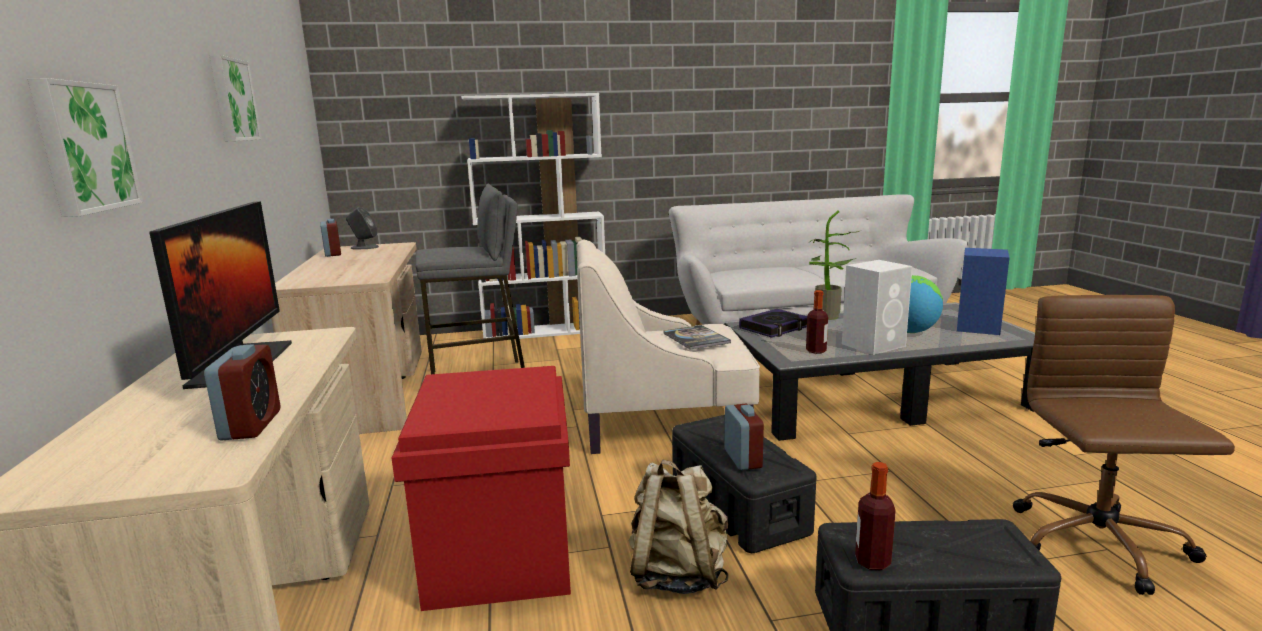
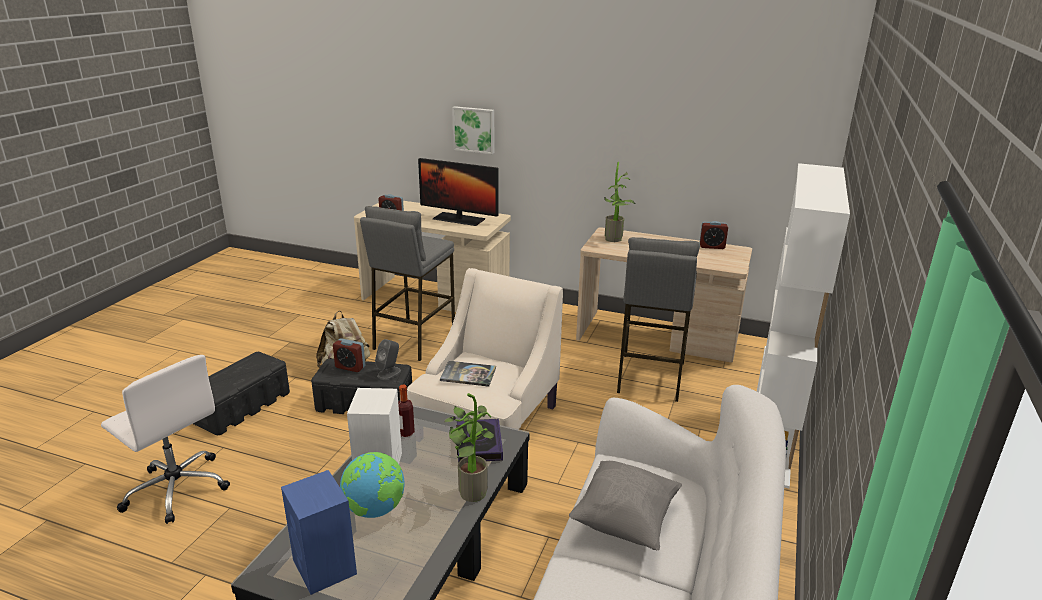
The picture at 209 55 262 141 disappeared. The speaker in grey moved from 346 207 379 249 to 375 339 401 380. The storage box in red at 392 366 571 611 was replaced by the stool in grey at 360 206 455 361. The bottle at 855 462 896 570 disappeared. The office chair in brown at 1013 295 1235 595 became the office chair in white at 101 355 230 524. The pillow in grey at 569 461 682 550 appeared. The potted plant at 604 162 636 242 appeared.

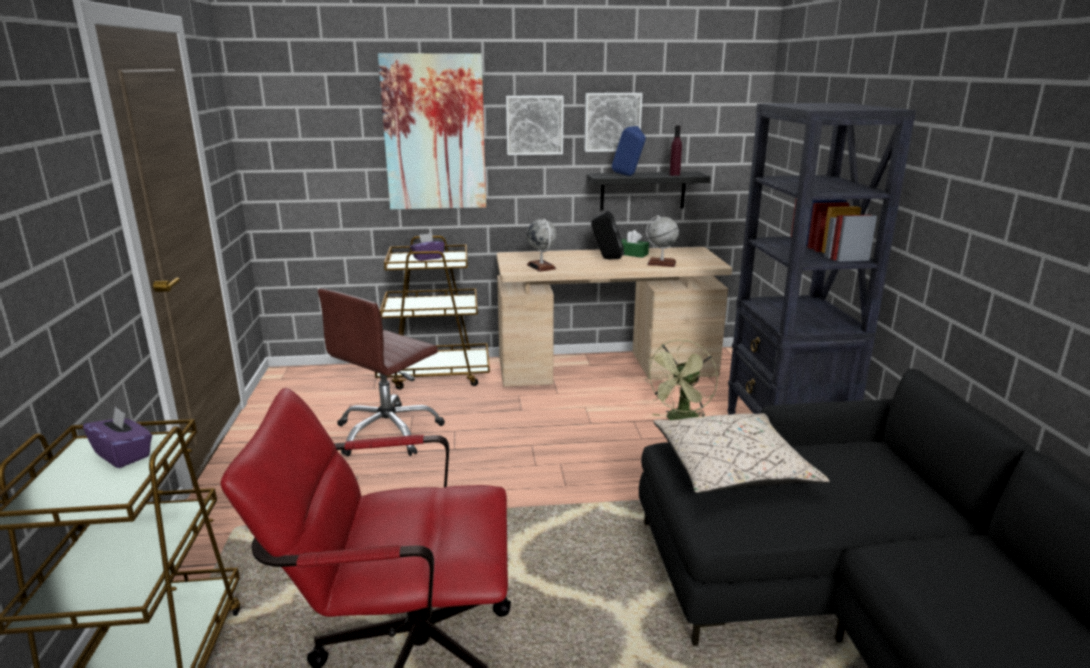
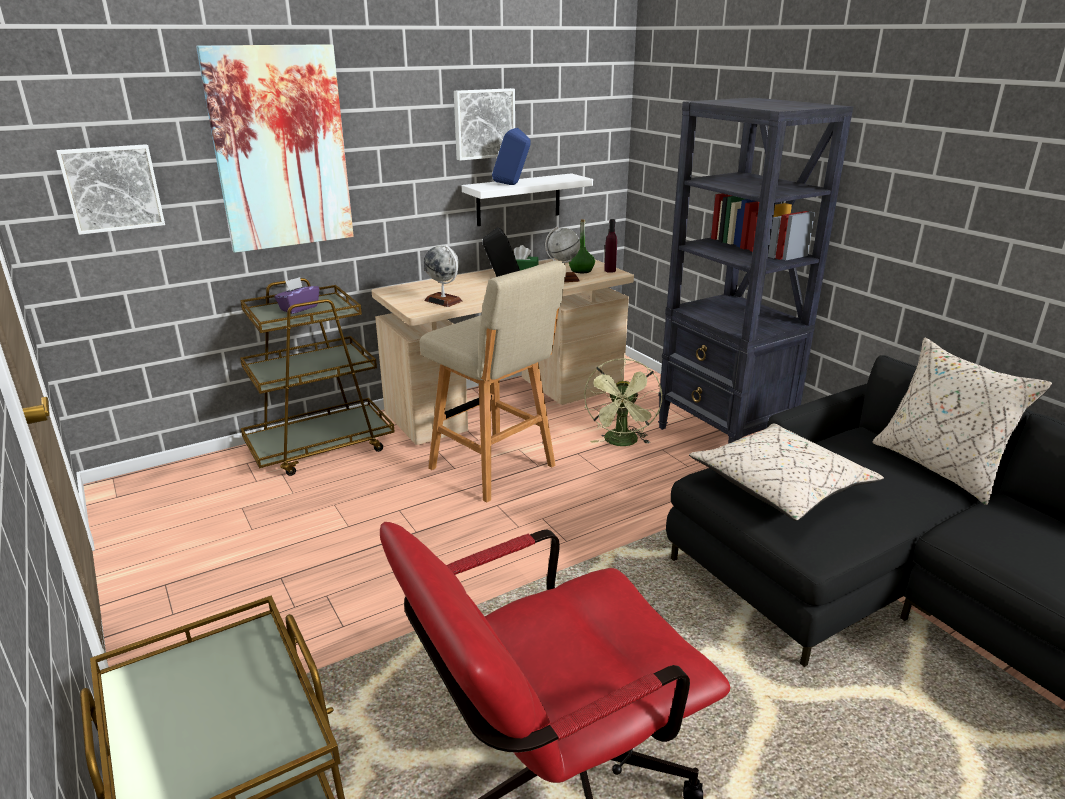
The tissue box in purple at 83 406 152 468 disappeared. The office chair in brown at 318 288 445 456 disappeared. The picture moved from 506 95 564 155 to 56 144 165 235. The shelf in black at 587 171 711 210 became the shelf in white at 462 173 593 226. The bottle in purple moved from 669 125 682 176 to 604 219 617 273. The stool in beige at 420 260 566 503 appeared. The bottle in green at 569 219 595 273 appeared. The pillow in beige at 873 338 1052 505 appeared.

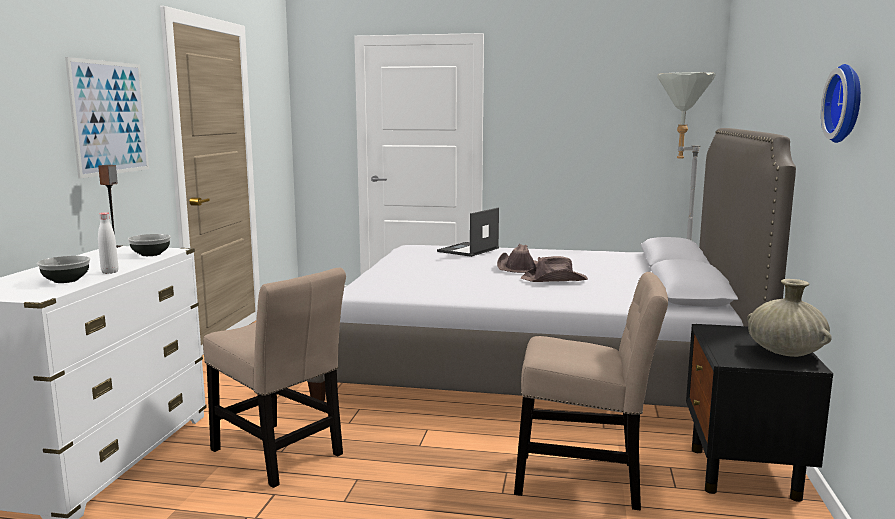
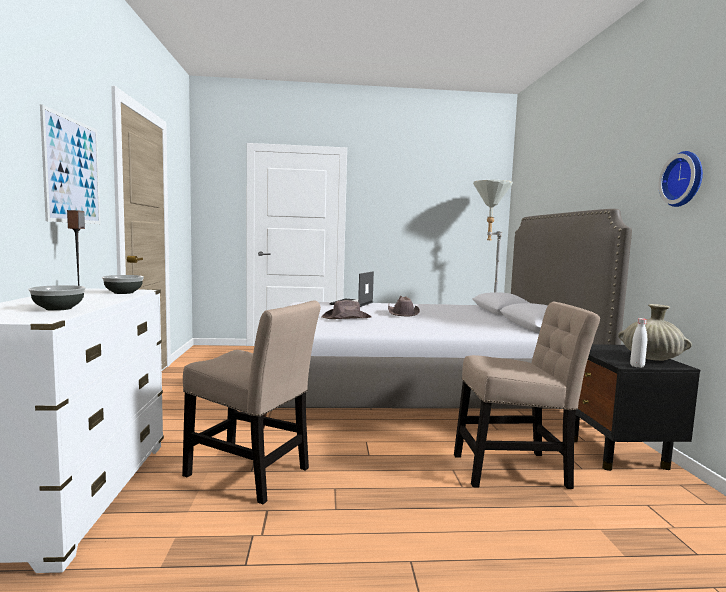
The bottle in white moved from 98 213 118 274 to 630 318 647 368. The hat in brown moved from 521 256 588 282 to 321 300 371 319.

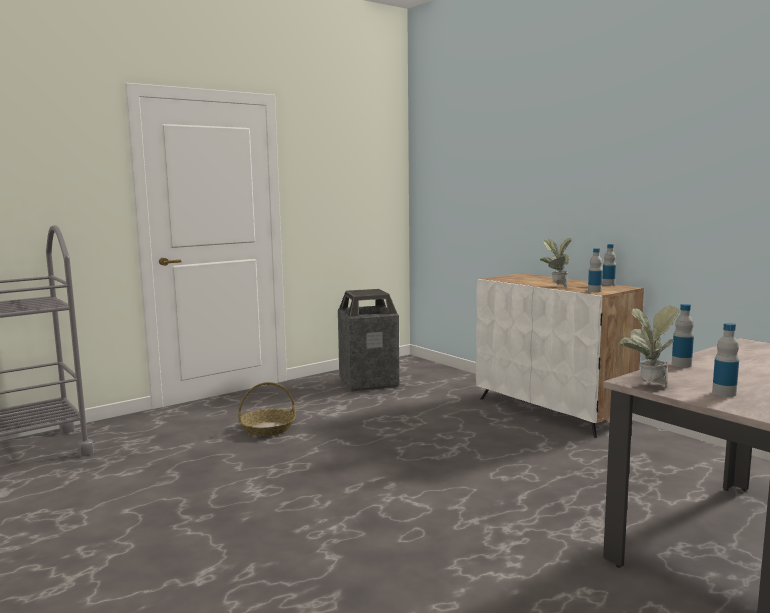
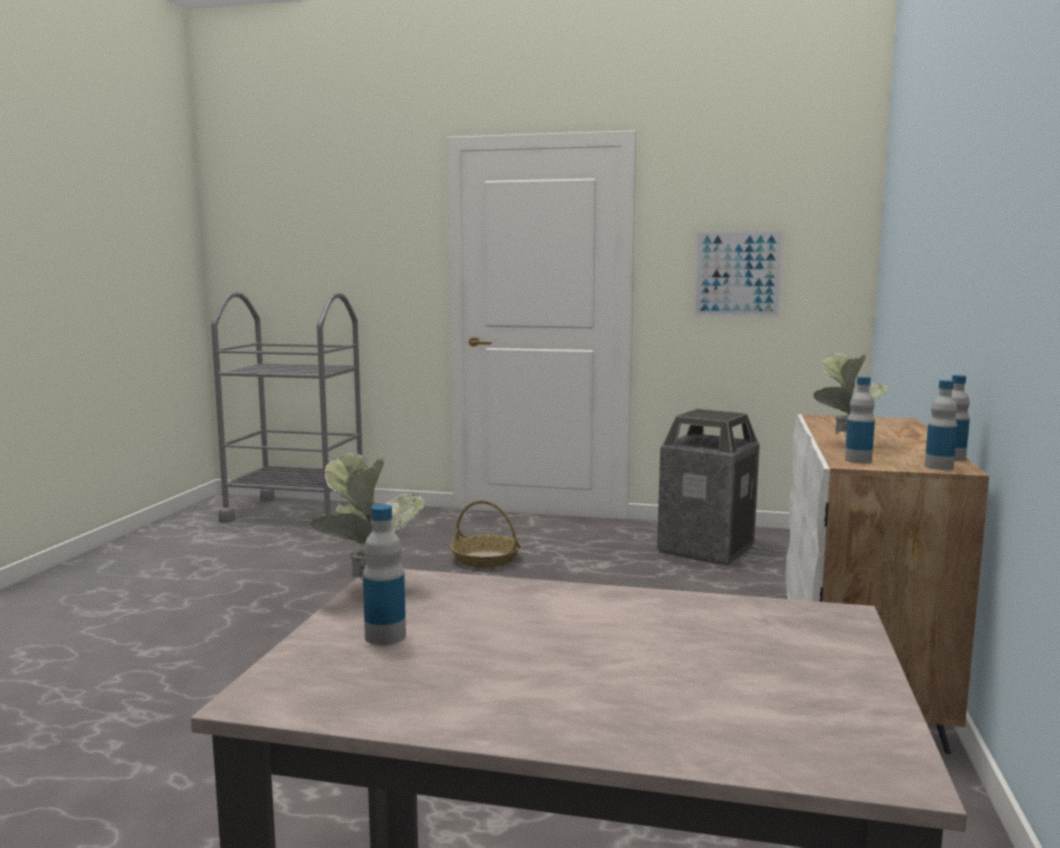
The bottle moved from 672 304 694 368 to 925 380 957 470. The picture at 693 230 785 318 appeared.

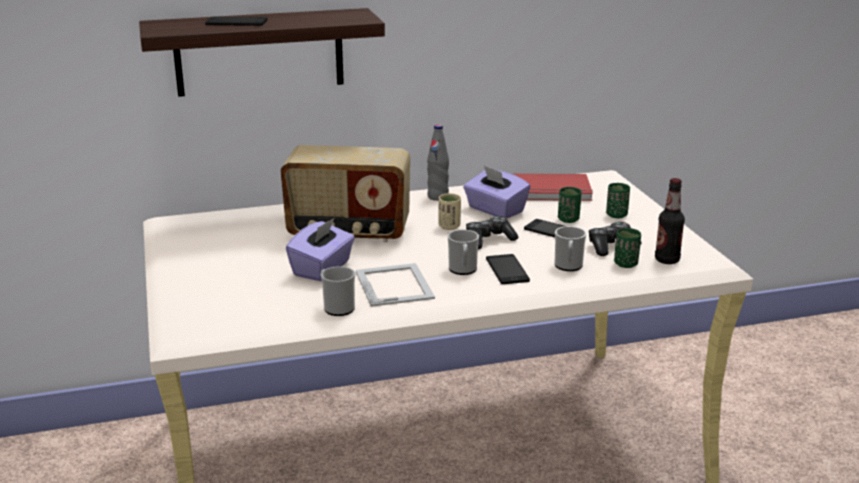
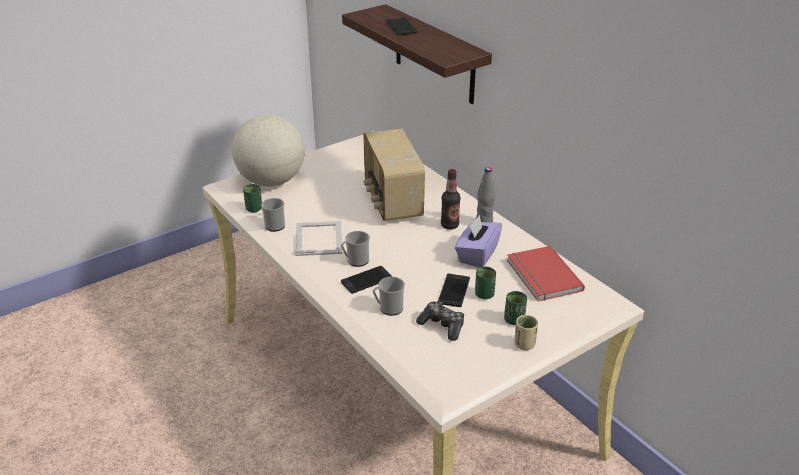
The tissue box in purple at 286 217 355 282 disappeared. The picture frame at 356 263 435 307 turned 60 degrees counterclockwise. The cup in beige moved from 438 193 461 230 to 514 315 538 350. The game controller at 466 216 518 249 disappeared. The cup in green moved from 614 228 641 268 to 243 184 262 212. The bottle moved from 655 178 685 264 to 441 169 460 230. The globe at 232 114 305 187 appeared.

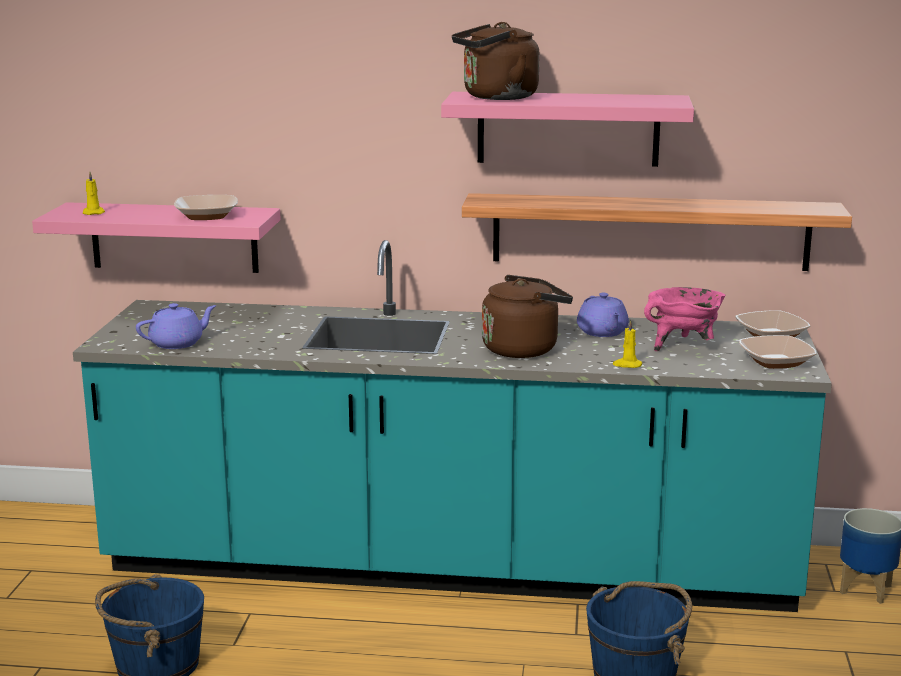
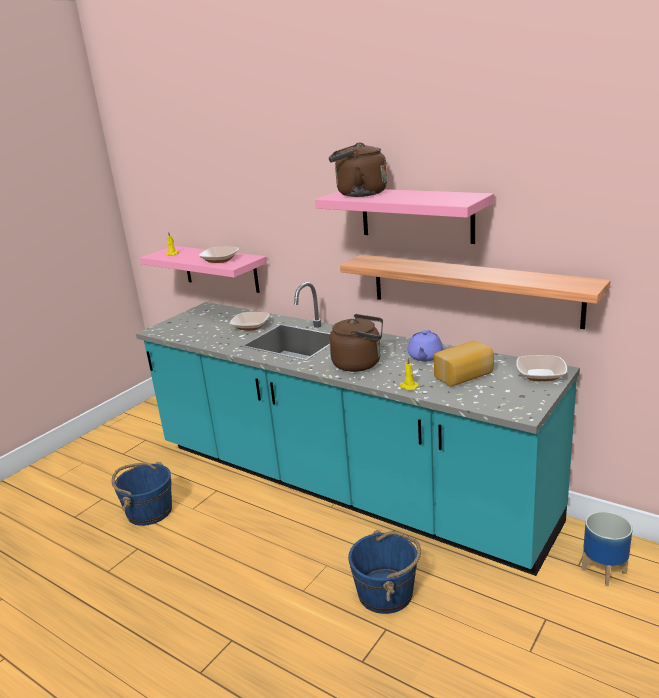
The teapot in purple at 136 303 217 349 disappeared. The cooking pot in pink at 644 287 726 351 was replaced by the bread at 434 341 494 387. The bowl moved from 739 335 817 369 to 230 312 270 331.

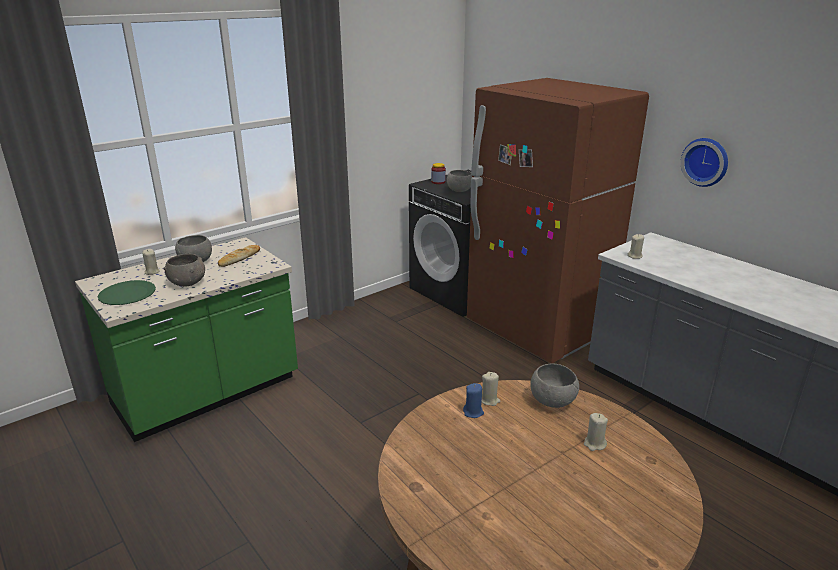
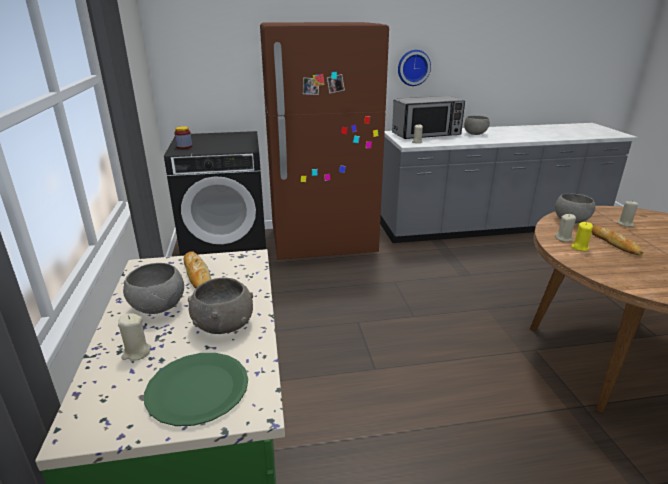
The bowl in grey moved from 447 170 472 192 to 464 116 490 135. The candle in blue at 463 383 484 418 became the candle in yellow at 571 222 593 251. The microwave at 392 96 465 139 appeared. The bread at 592 226 643 255 appeared.

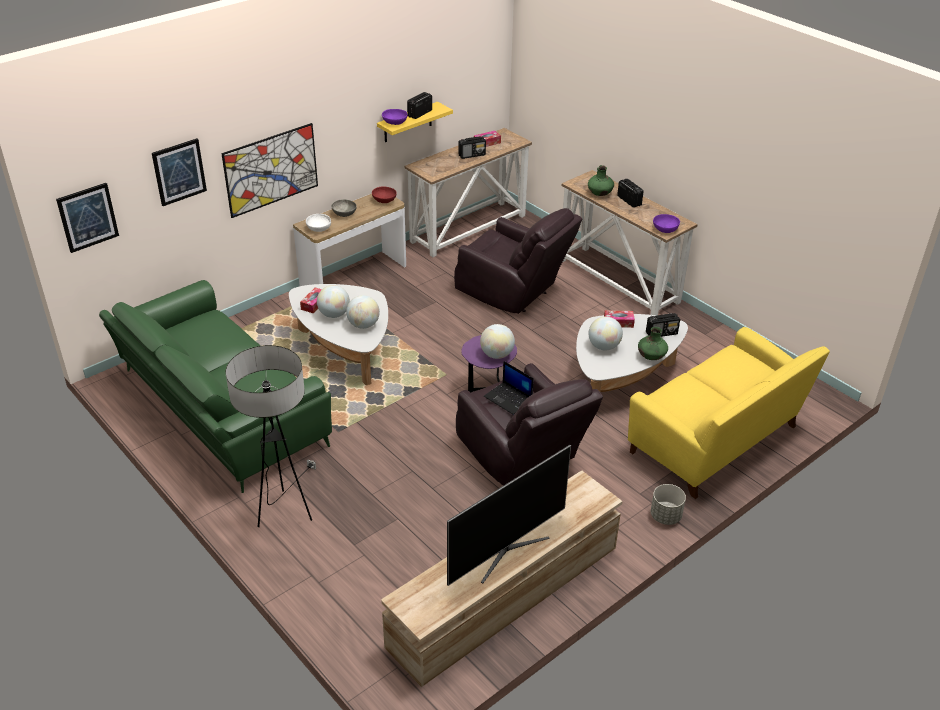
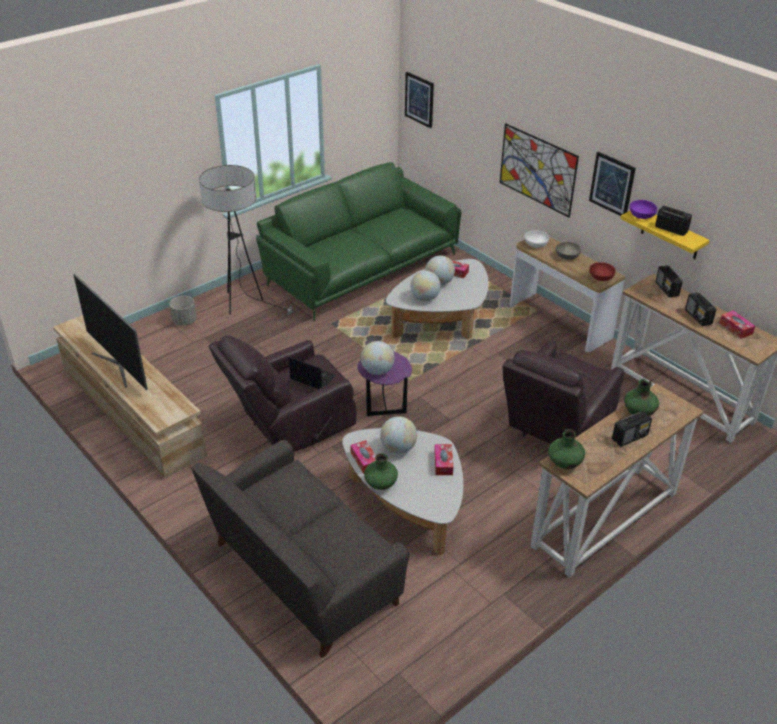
The picture moved from 152 138 207 206 to 589 152 636 216. The laptop at 484 361 534 414 turned 75 degrees clockwise. The sofa in yellow at 628 327 830 499 became the sofa in grey at 191 440 409 658. The radio moved from 646 313 680 337 to 656 265 683 297. The planter in grey moved from 651 484 686 525 to 170 296 197 325. The bowl in purple at 653 214 680 233 was replaced by the vase in green at 548 429 585 469. The tissue box at 351 440 376 474 appeared.

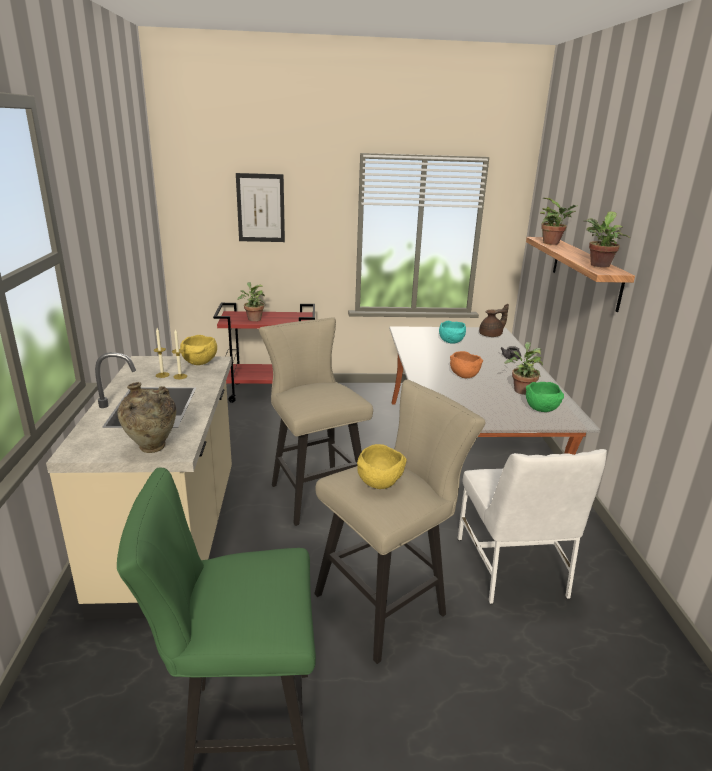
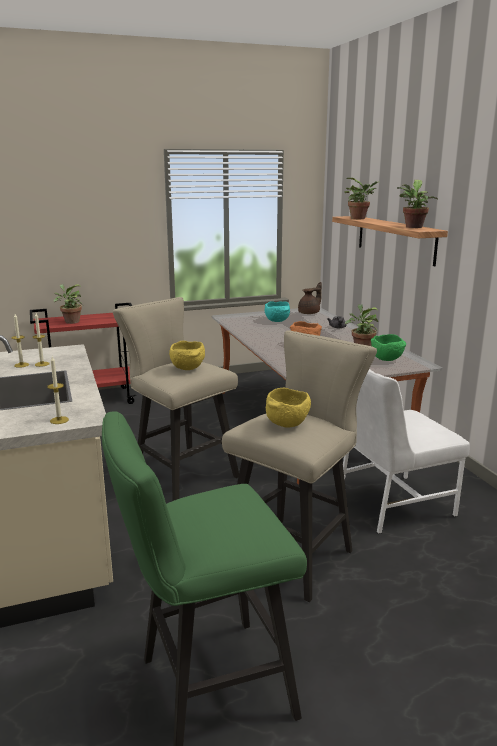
The vase in beige at 118 382 176 453 was replaced by the candle at 47 357 69 424. The bowl in yellow moved from 180 335 217 365 to 169 341 205 370. The picture at 236 173 285 242 disappeared. The chair in white at 457 449 607 604 turned 90 degrees clockwise.

